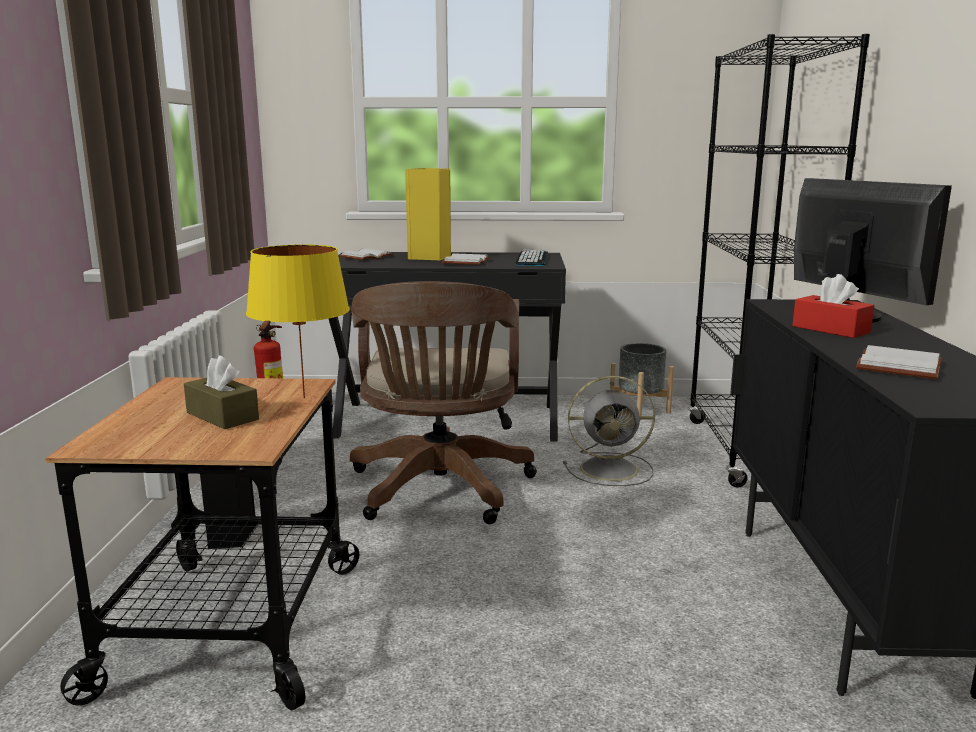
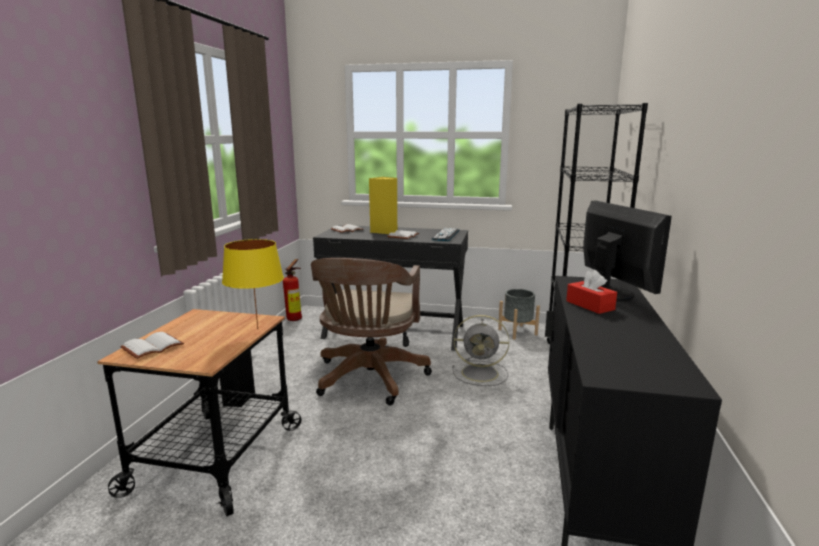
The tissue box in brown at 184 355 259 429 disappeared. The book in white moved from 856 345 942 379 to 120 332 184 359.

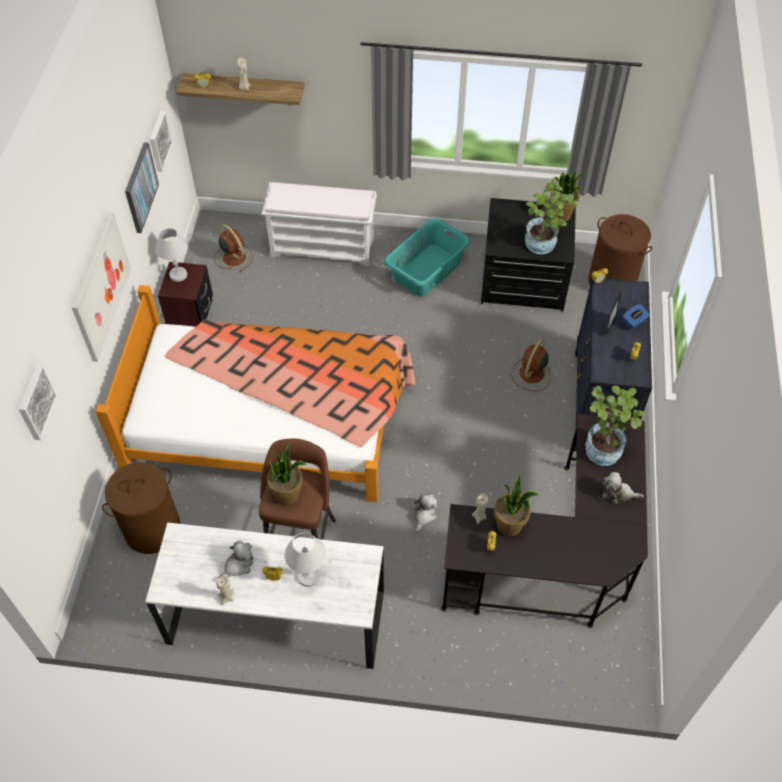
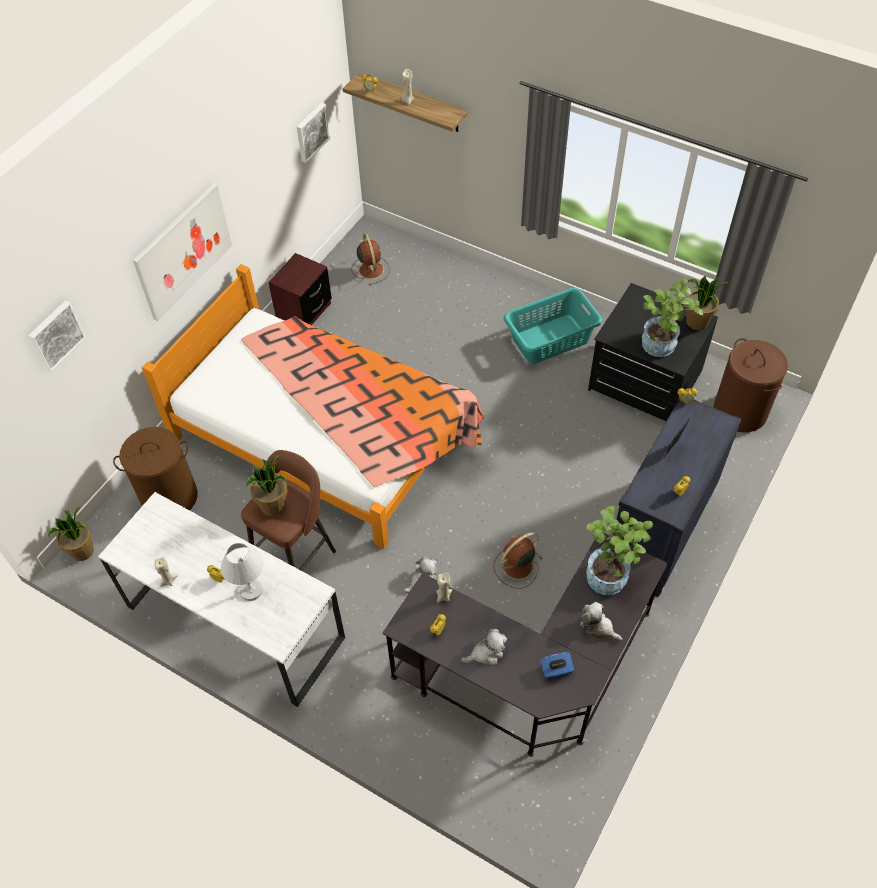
The picture at 125 142 159 233 disappeared. The table lamp in white at 155 228 188 282 disappeared. The plush toy moved from 218 541 254 578 to 461 629 507 665. The bench in white at 262 182 377 266 disappeared. The potted plant moved from 494 474 538 536 to 48 506 94 561. The fan in brown moved from 511 338 551 391 to 493 532 542 589. The tissue box in blue moved from 622 304 650 330 to 540 652 574 679.

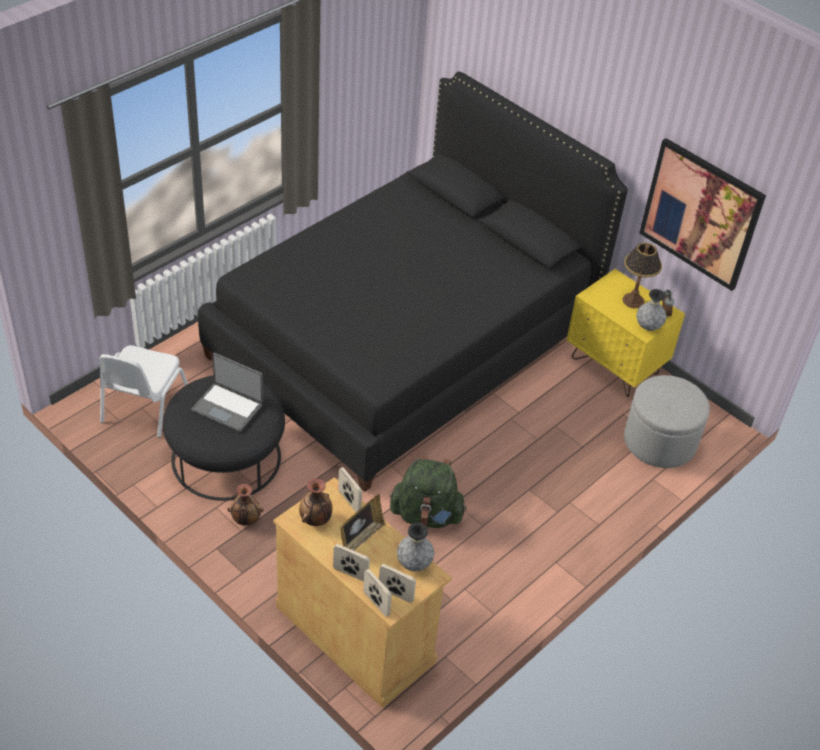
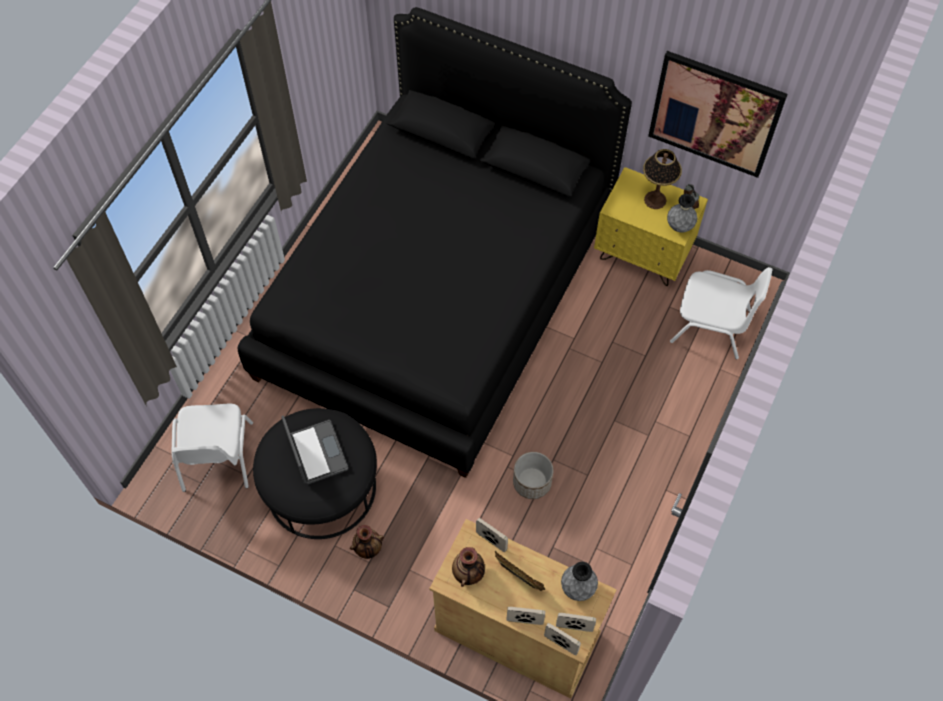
The laptop at 191 353 263 432 turned 120 degrees counterclockwise. The picture frame at 340 494 385 551 turned 75 degrees counterclockwise. The backpack in green at 390 456 467 528 was replaced by the planter at 513 452 553 499. The ottoman in grey at 624 375 710 468 was replaced by the chair in white at 670 267 773 359.

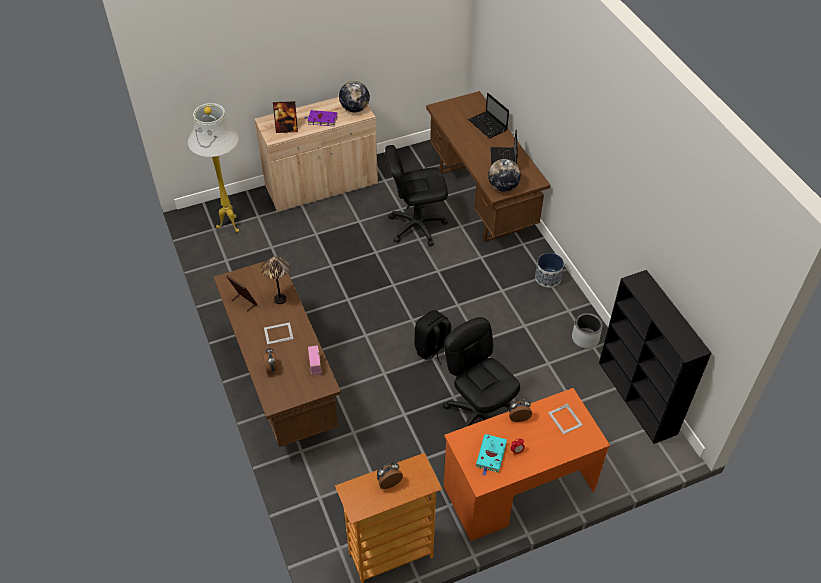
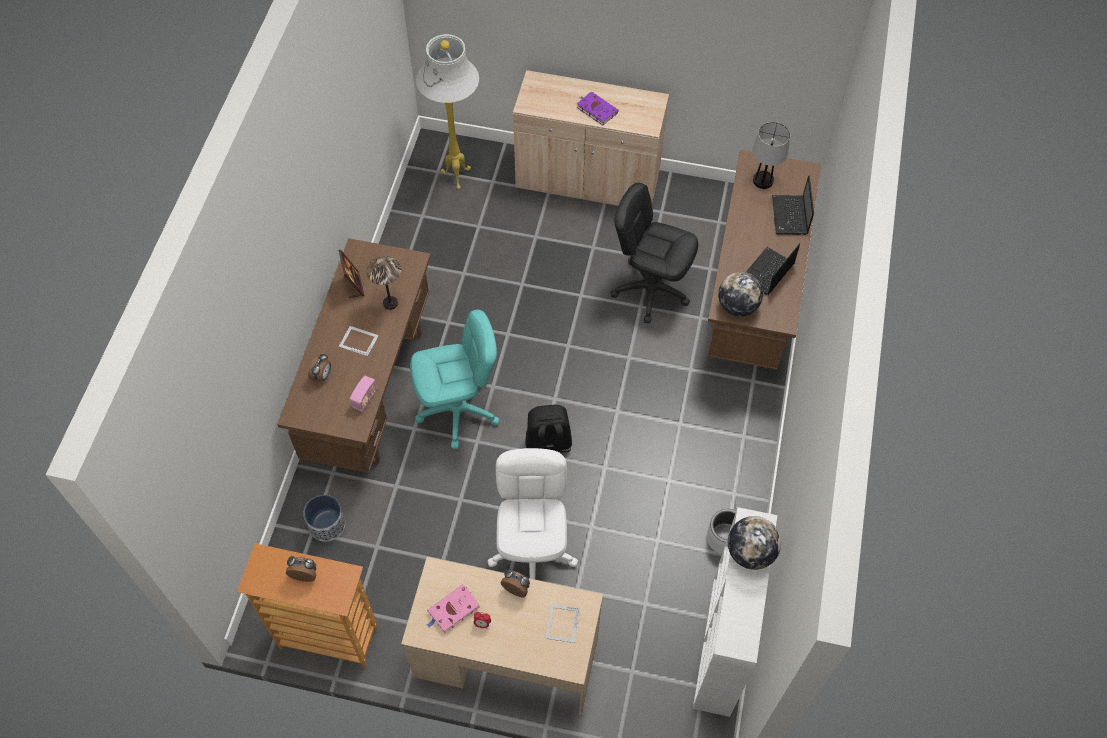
The picture frame at 273 101 298 133 disappeared. The globe moved from 339 81 370 112 to 728 516 781 570. The office chair in black at 443 317 520 428 became the office chair in white at 487 448 578 580. The desk in orange at 444 388 610 541 became the desk in beige at 401 557 603 715. The book in turquoise at 476 434 507 476 became the book in pink at 427 584 480 633. The planter moved from 535 253 564 288 to 303 495 345 542. The bookcase in black at 599 270 711 444 became the bookcase in white at 693 507 777 717. The office chair in turquoise at 410 310 500 449 appeared. The table lamp at 752 122 790 189 appeared.

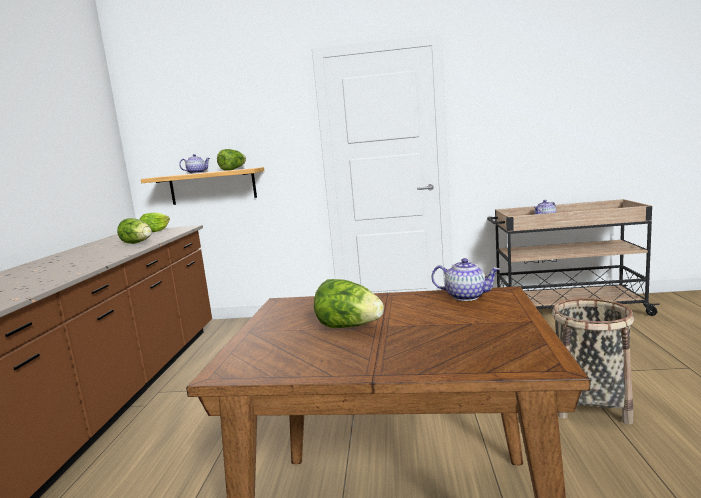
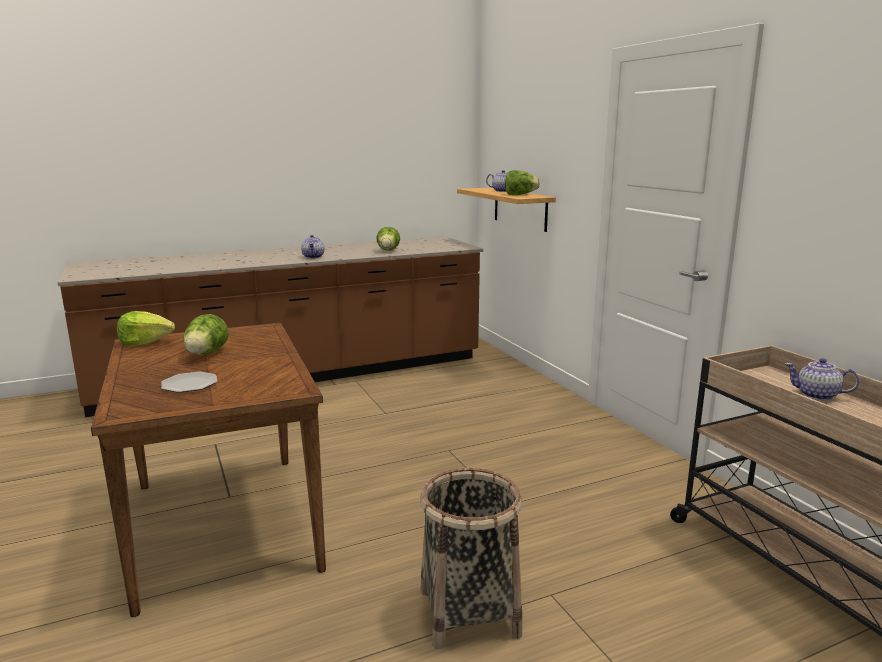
The lettuce moved from 140 212 170 232 to 117 311 175 346. The teapot moved from 431 258 500 301 to 301 235 324 258. The plate at 161 372 217 393 appeared.

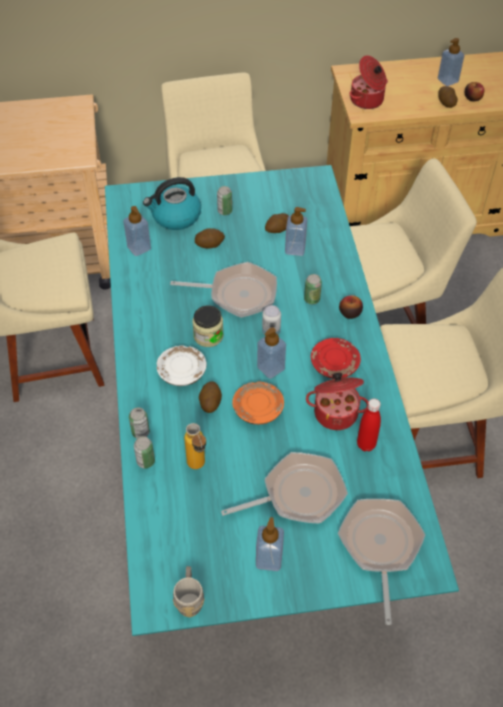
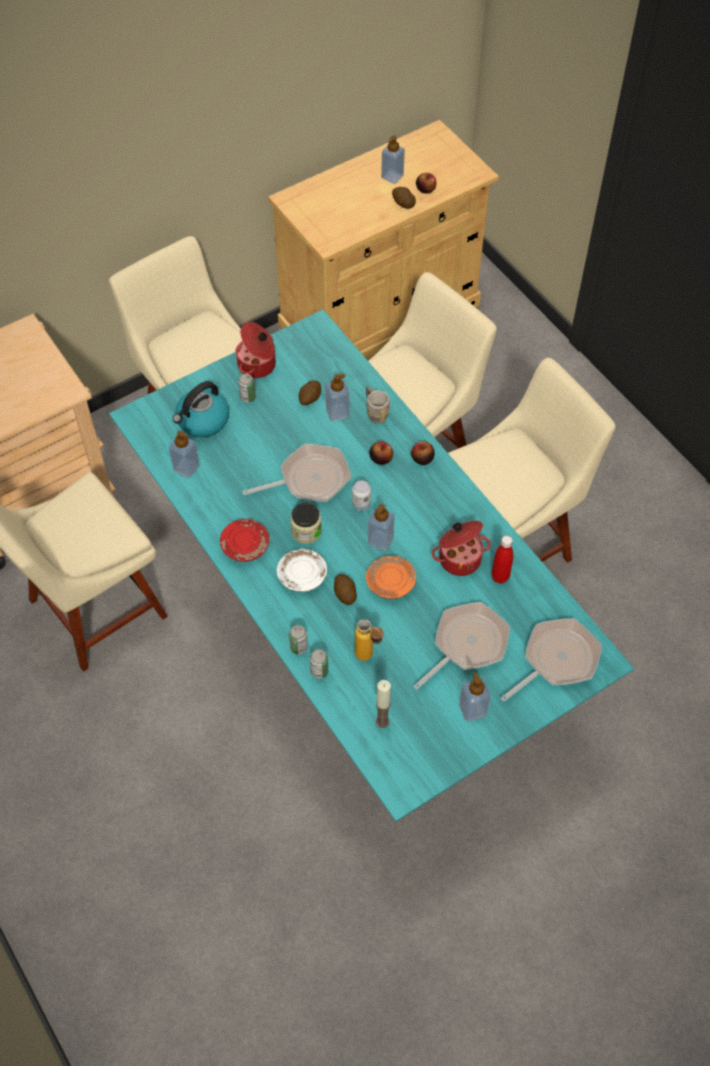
The mug in grey moved from 173 566 205 618 to 366 386 391 423. The potato at 195 228 225 249 disappeared. The can at 304 274 322 304 was replaced by the apple at 369 441 393 465. The plate in red moved from 311 338 361 379 to 220 519 269 562. The frying pan at 338 499 425 625 turned 75 degrees clockwise. The cooking pot moved from 349 55 388 109 to 235 322 276 378. The candle at 376 680 391 728 appeared.

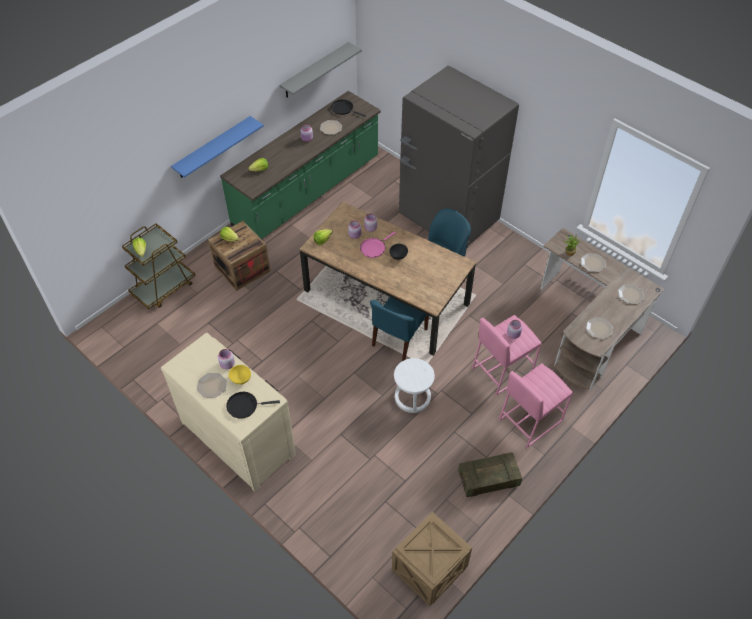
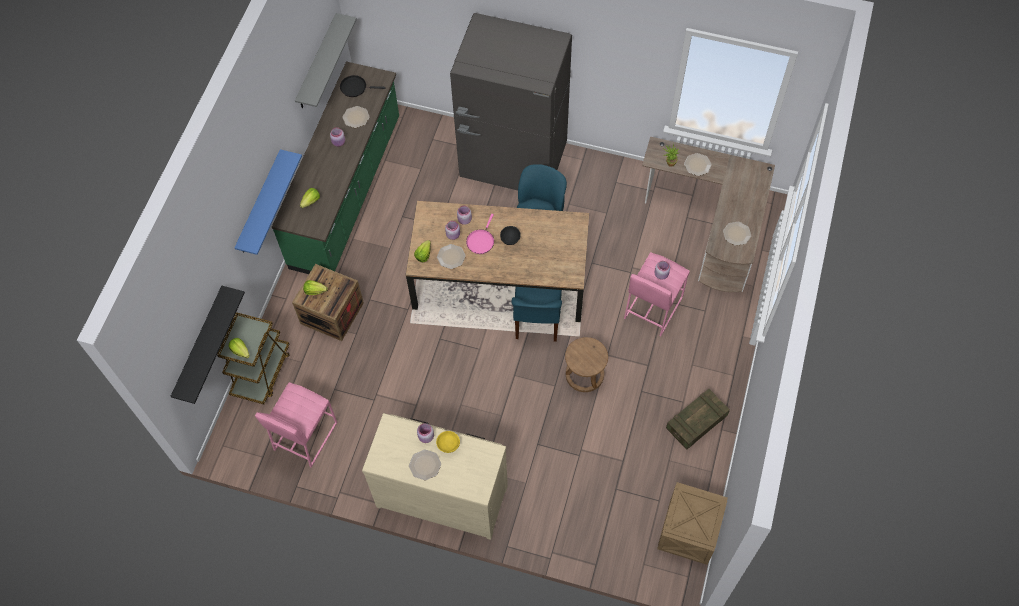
The frying pan in black at 226 392 280 419 disappeared. The stool in white at 394 358 435 413 became the stool in brown at 565 337 608 392. The stool in pink moved from 499 363 573 448 to 255 382 337 467. The plate moved from 618 284 644 304 to 437 244 466 269. The shelf in black at 171 286 245 404 appeared.

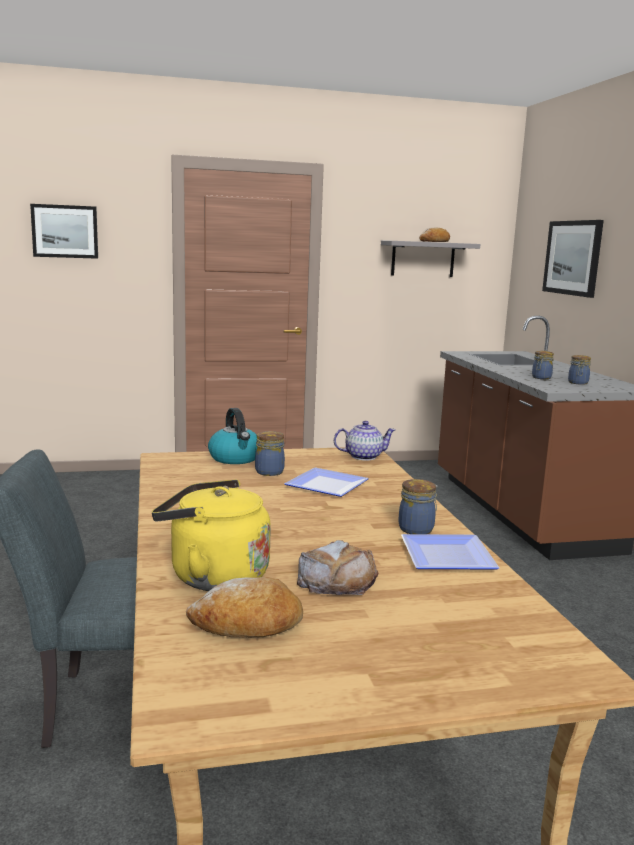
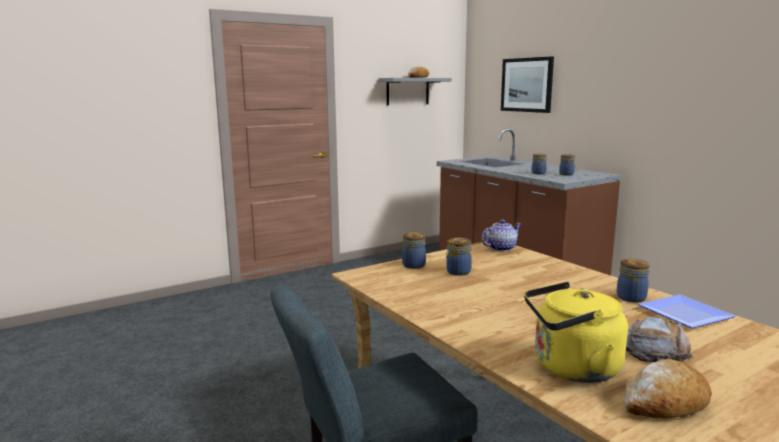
The picture at 30 204 98 259 disappeared. The kettle at 208 408 257 464 was replaced by the jar at 402 232 426 269. The plate at 284 468 369 497 disappeared.

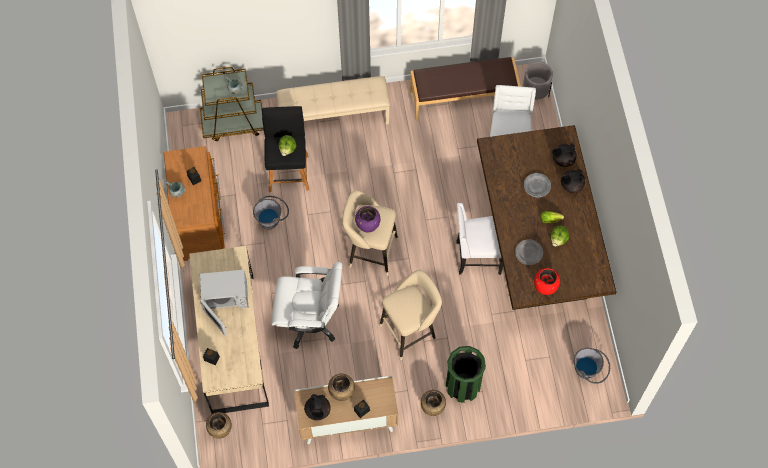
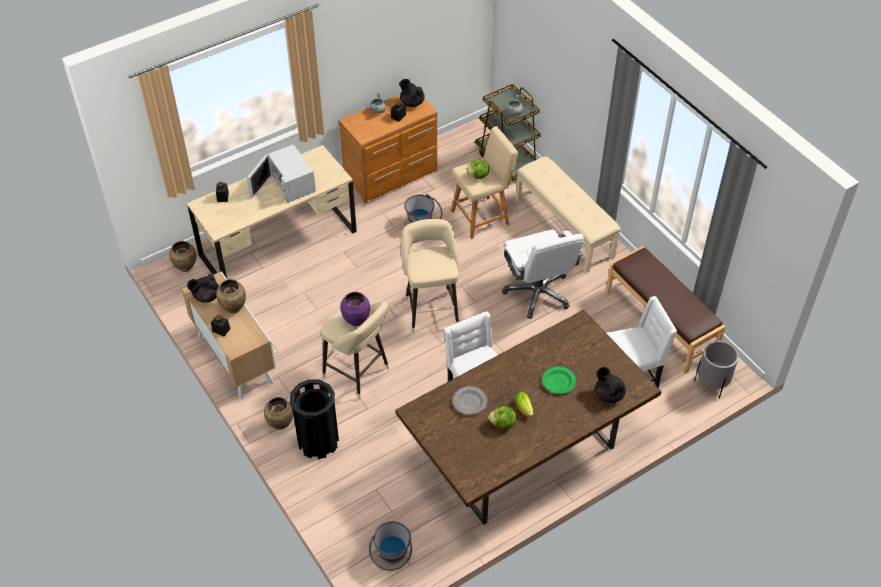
The stool in black at 262 106 309 192 became the stool in beige at 451 126 518 239. The office chair in white moved from 271 262 342 349 to 502 229 584 319. The vase in purple moved from 355 206 380 232 to 341 292 370 326. The trash can in green at 446 346 486 403 became the trash can in black at 290 380 339 459. The plate in grey at 524 173 551 197 became the plate in green at 542 366 576 394. The vase in red at 534 268 560 295 disappeared. The teapot in black moved from 561 169 585 193 to 399 79 425 107.

